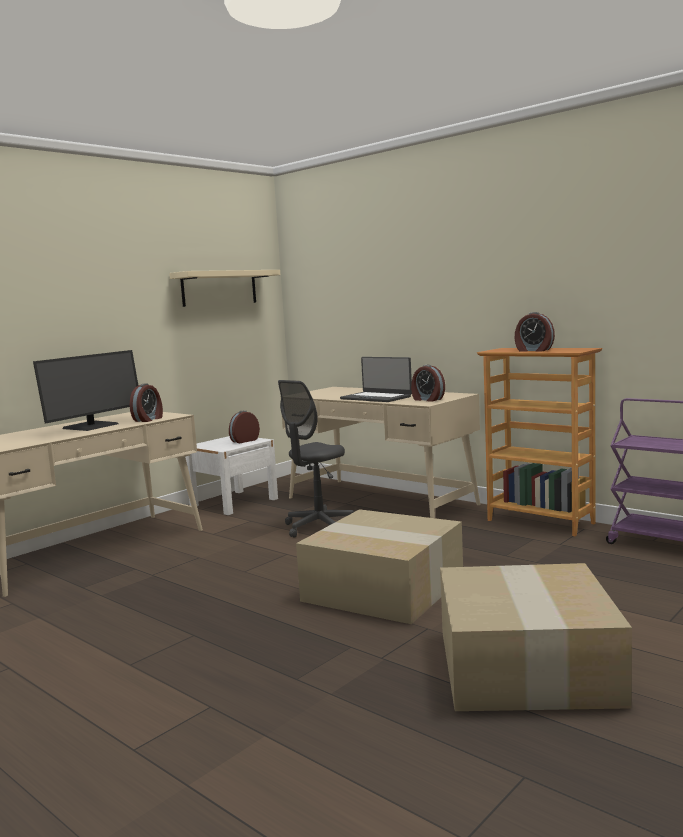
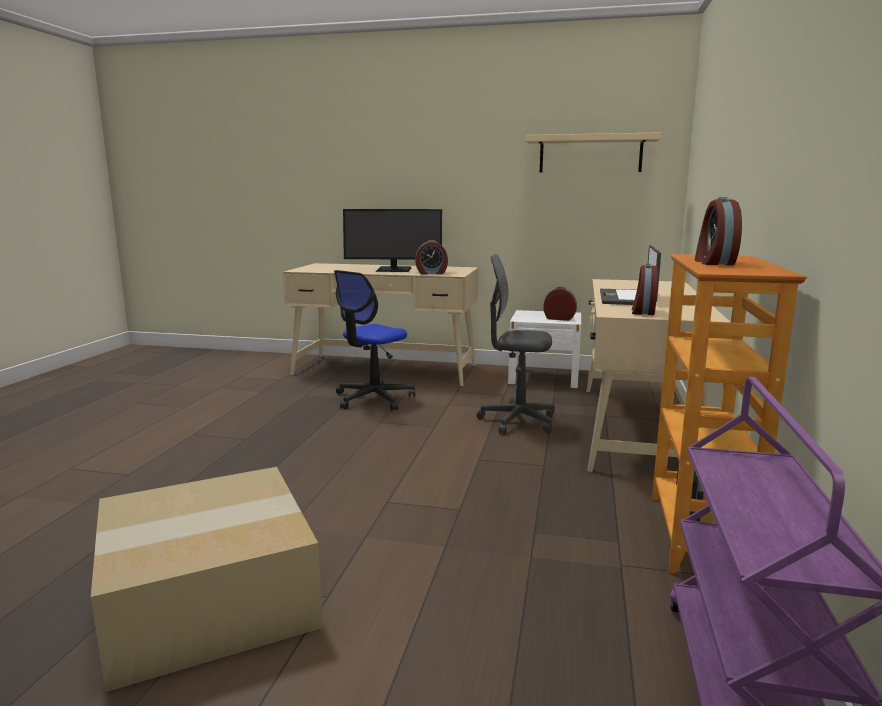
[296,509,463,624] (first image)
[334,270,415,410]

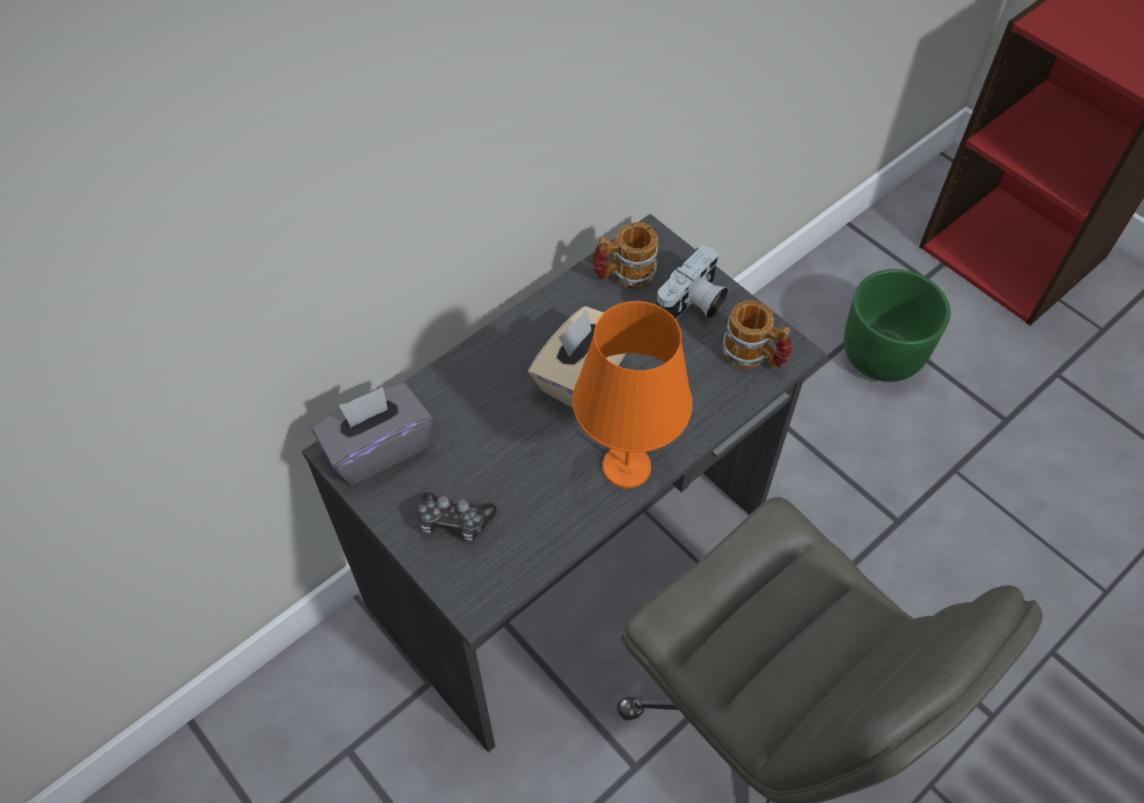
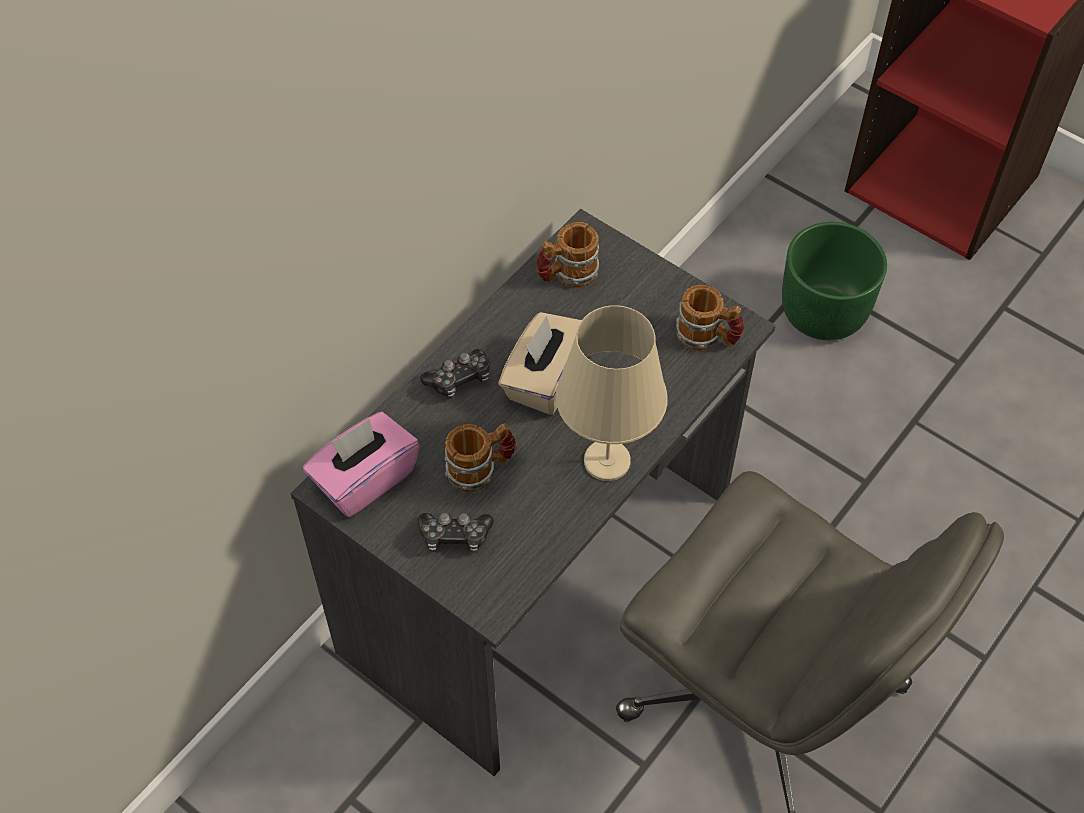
[303,412,420,517]
[556,305,668,481]
[656,245,728,320] (first image)
[420,349,490,399]
[445,423,516,492]

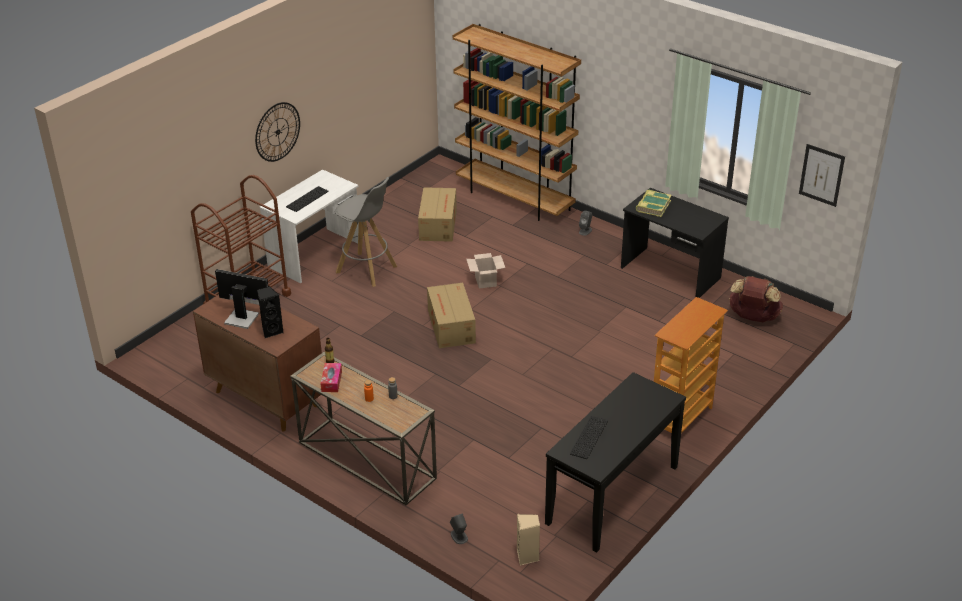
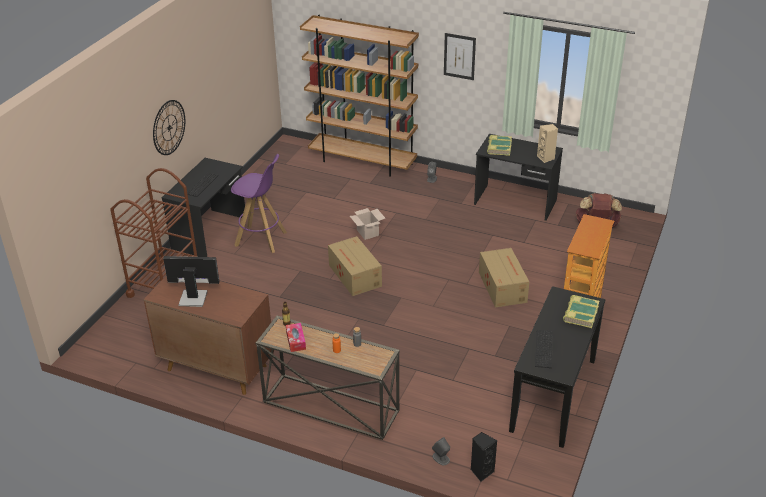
[470,432,497,482]
[162,158,245,257]
[231,154,287,253]
[479,248,529,307]
[537,124,558,163]
[444,33,476,80]
[563,295,599,328]

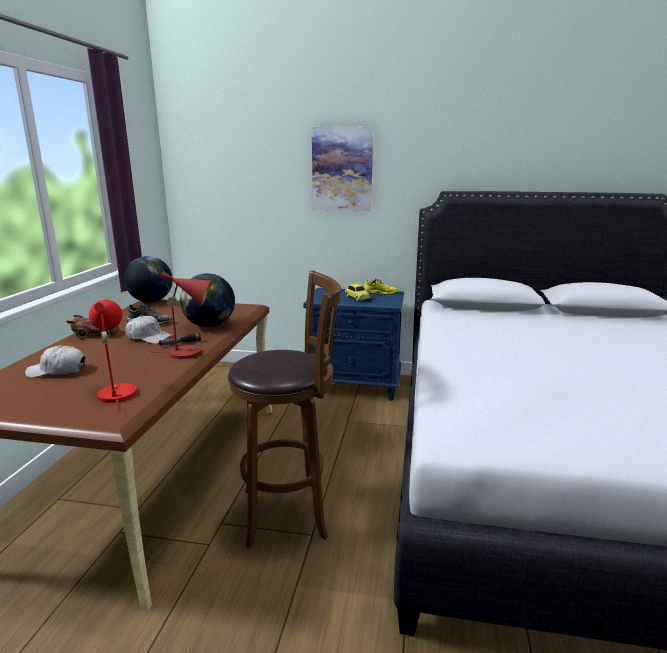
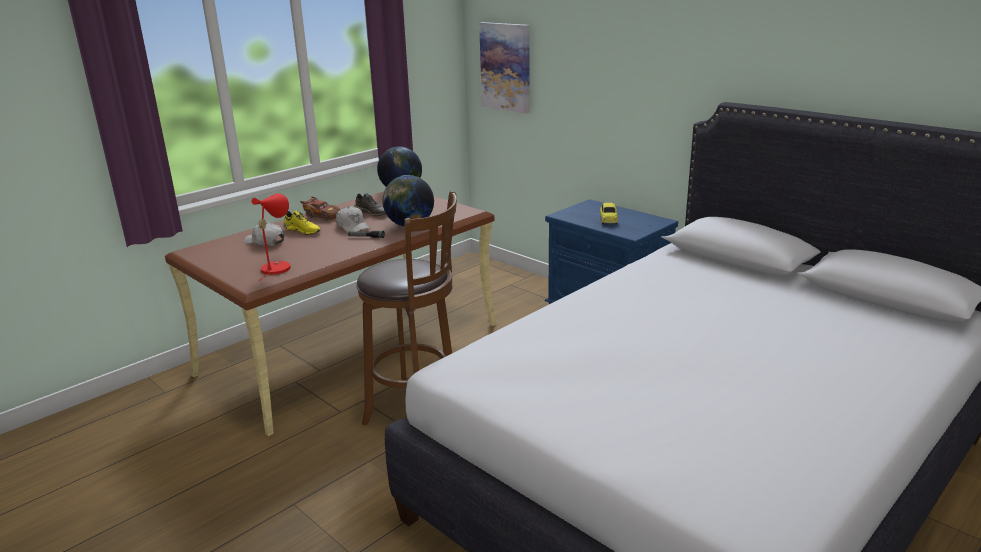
[159,272,211,359] (first image)
[479,22,530,114]
[284,210,321,235]

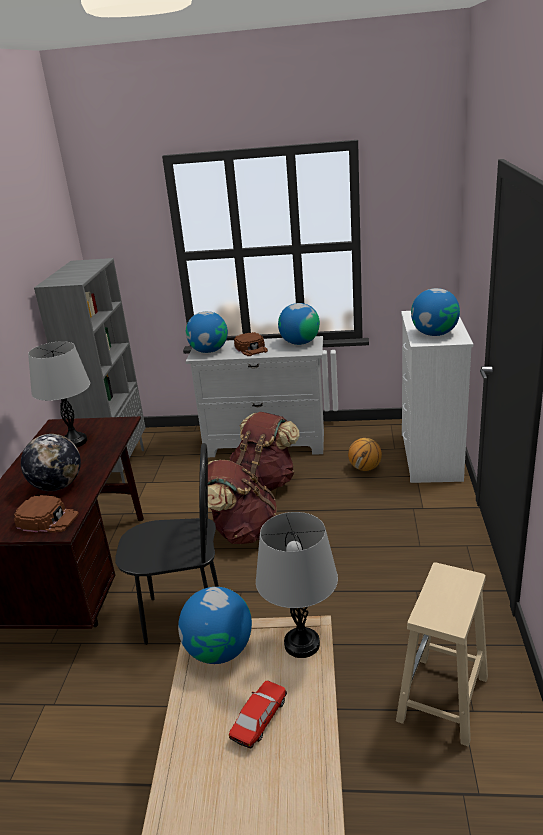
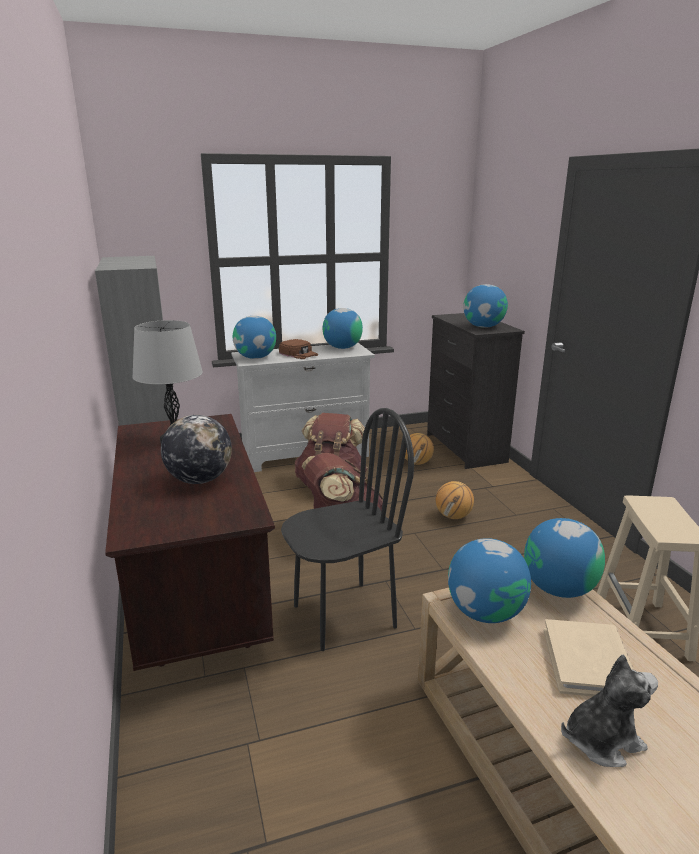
[14,495,79,533] (first image)
[544,619,634,696]
[524,518,605,598]
[427,313,525,469]
[436,481,474,519]
[561,654,658,767]

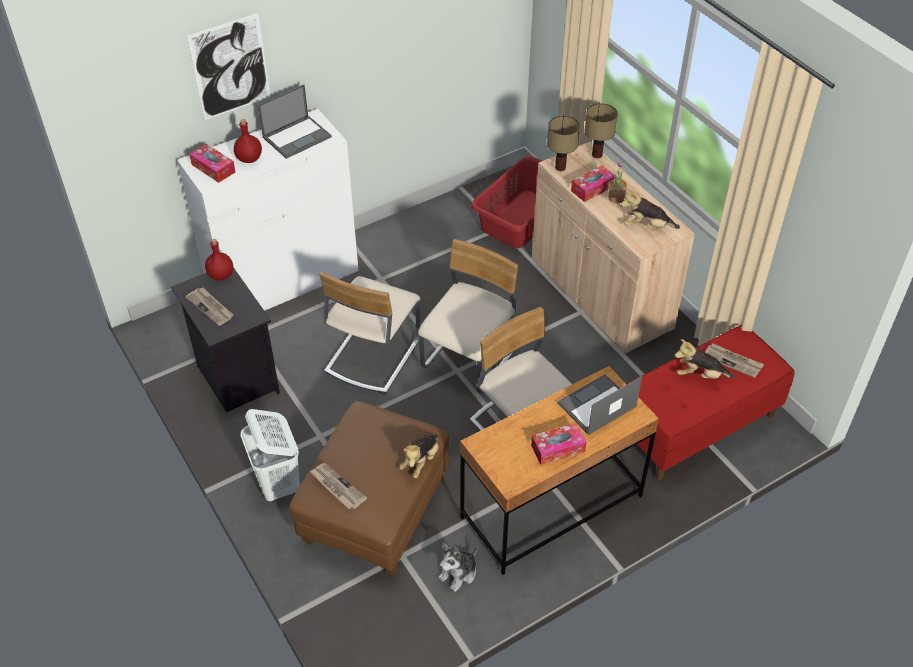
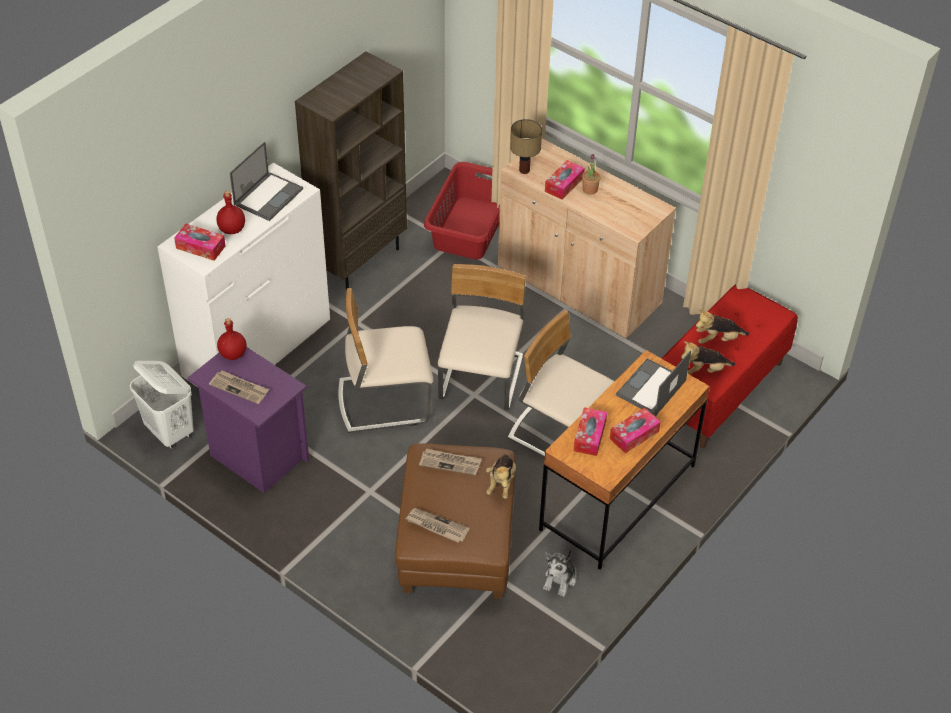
[188,347,309,493]
[187,13,271,120] (first image)
[130,361,193,449]
[338,288,433,433]
[585,103,618,158] (first image)
[681,341,735,375]
[419,449,482,475]
[295,51,407,291]
[573,407,607,456]

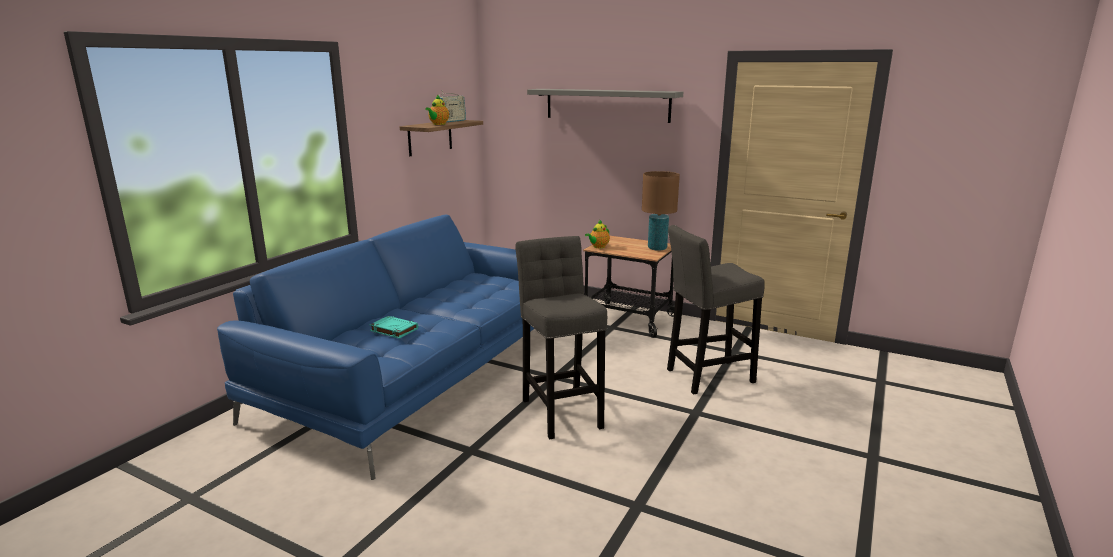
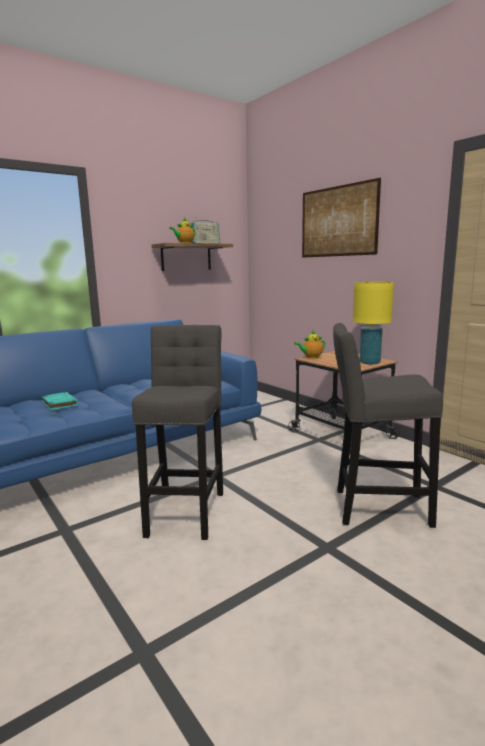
[302,178,381,258]
[353,282,394,364]

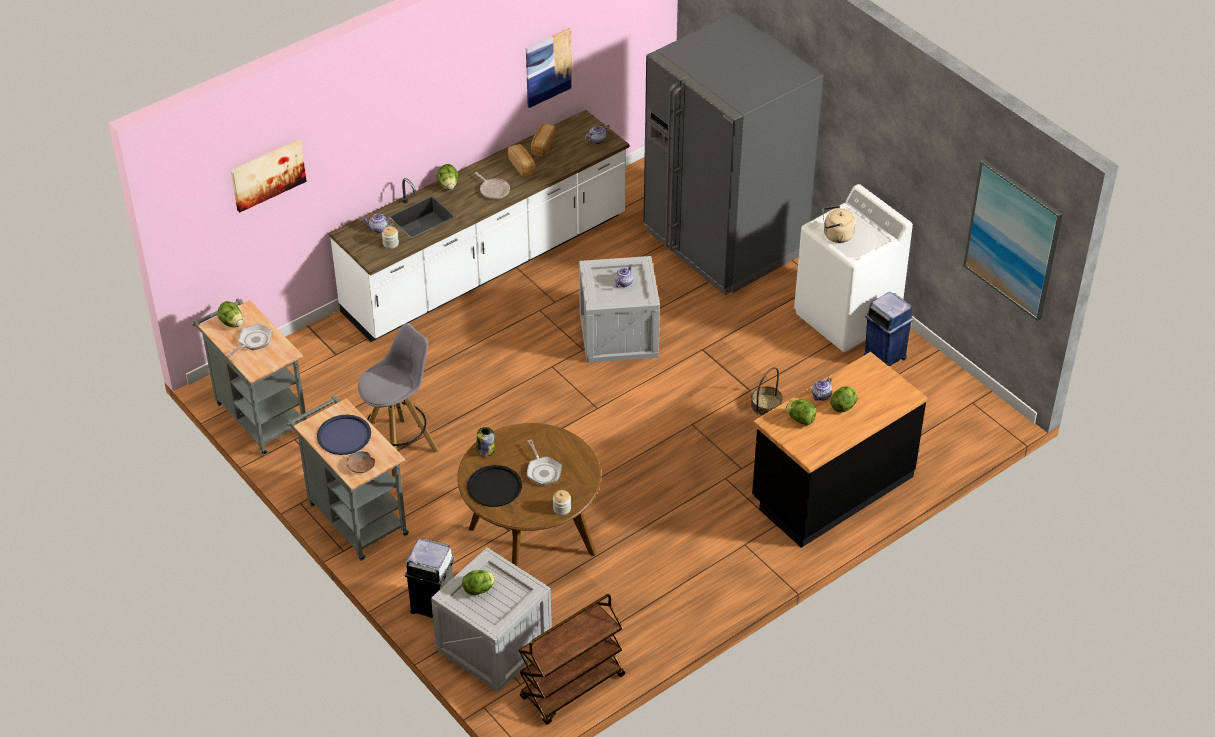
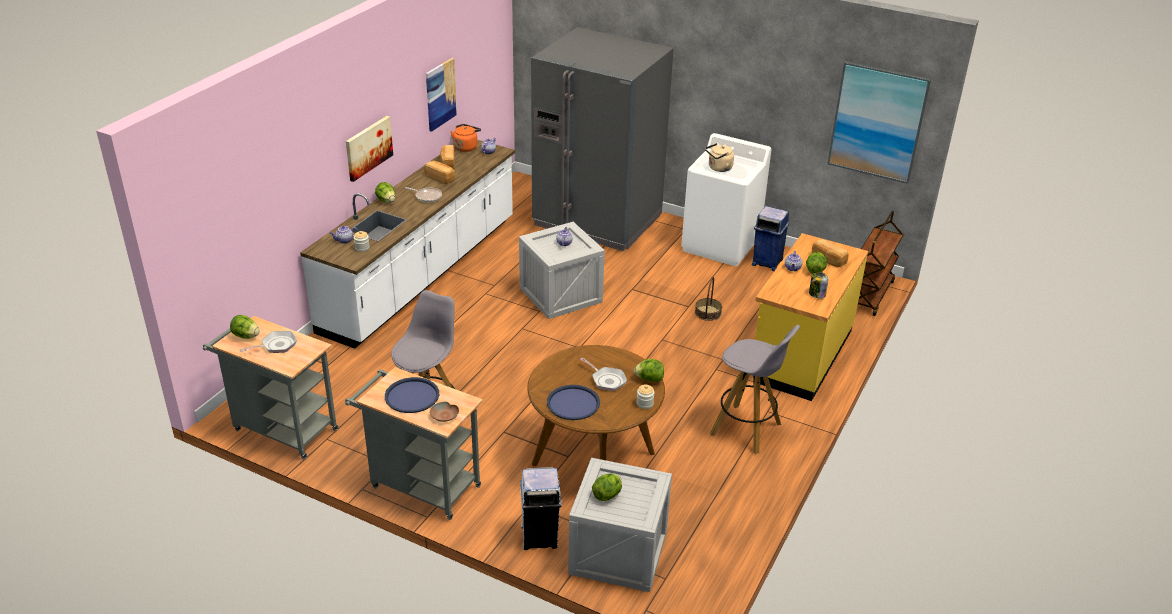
[240,331,297,353]
[346,116,393,182]
[547,385,600,420]
[809,272,828,298]
[858,211,904,316]
[755,233,868,401]
[634,359,664,382]
[450,124,481,152]
[710,325,800,454]
[812,238,849,267]

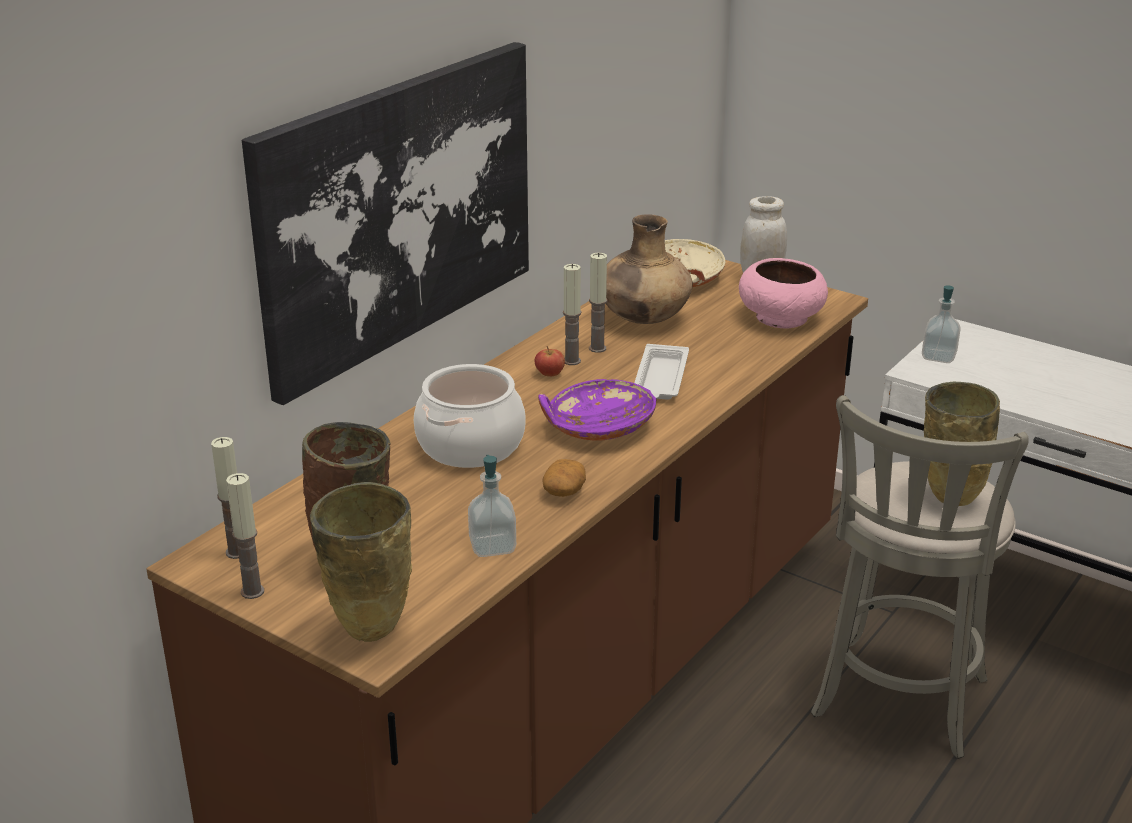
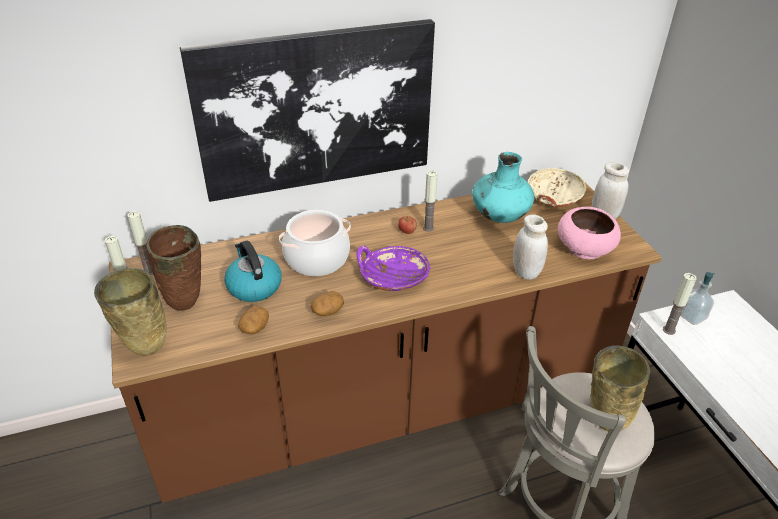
[238,306,269,334]
[663,273,697,335]
[472,152,535,223]
[634,344,689,400] (first image)
[224,240,282,302]
[513,215,548,280]

